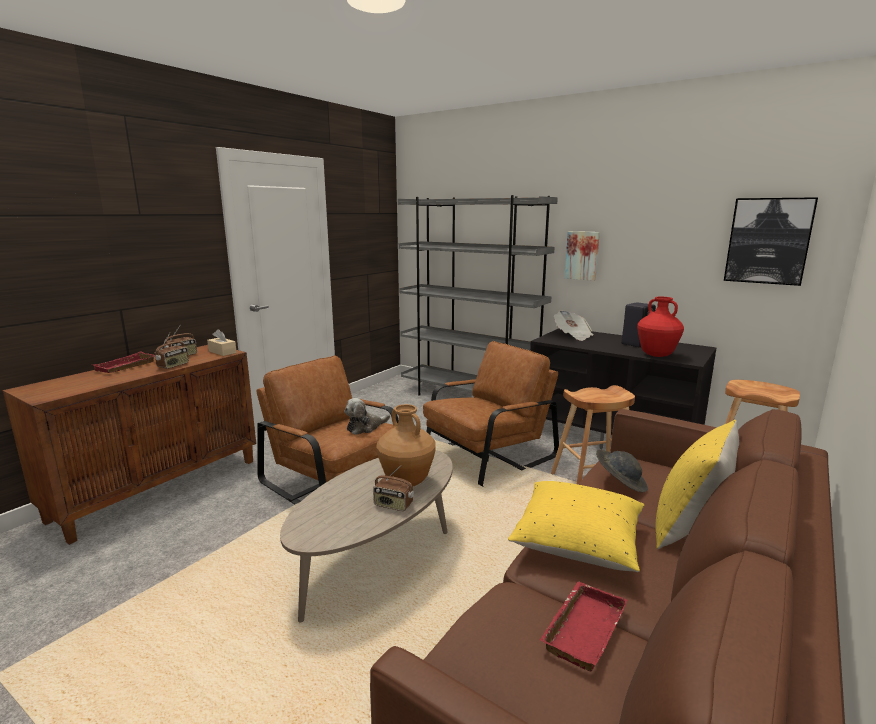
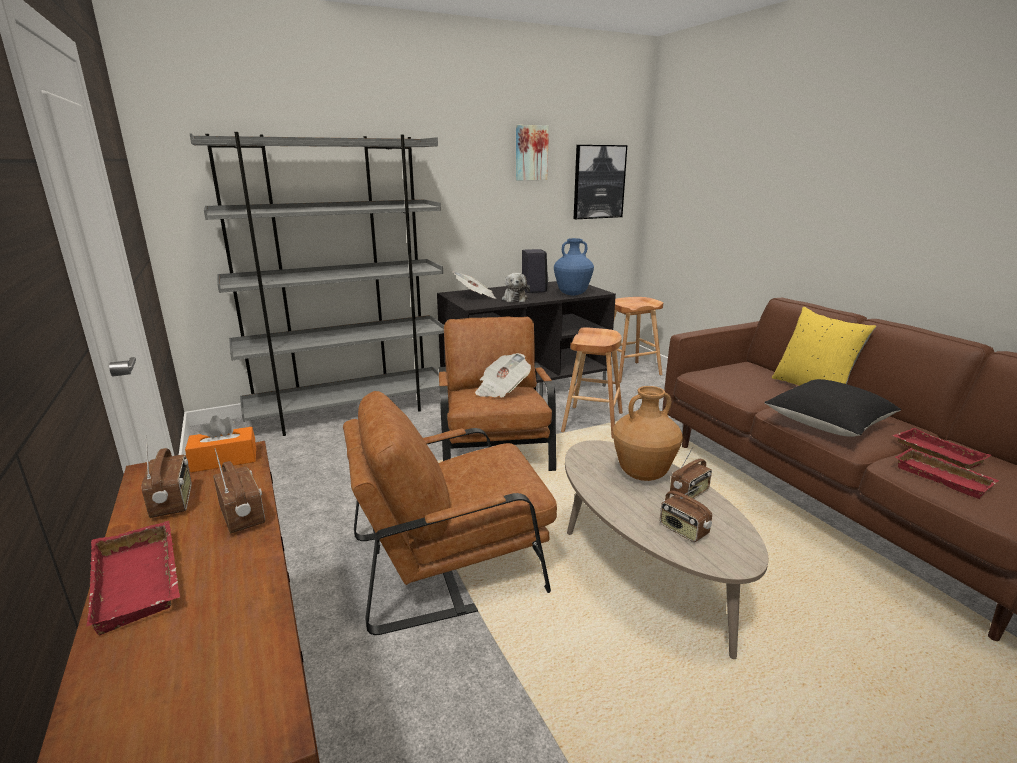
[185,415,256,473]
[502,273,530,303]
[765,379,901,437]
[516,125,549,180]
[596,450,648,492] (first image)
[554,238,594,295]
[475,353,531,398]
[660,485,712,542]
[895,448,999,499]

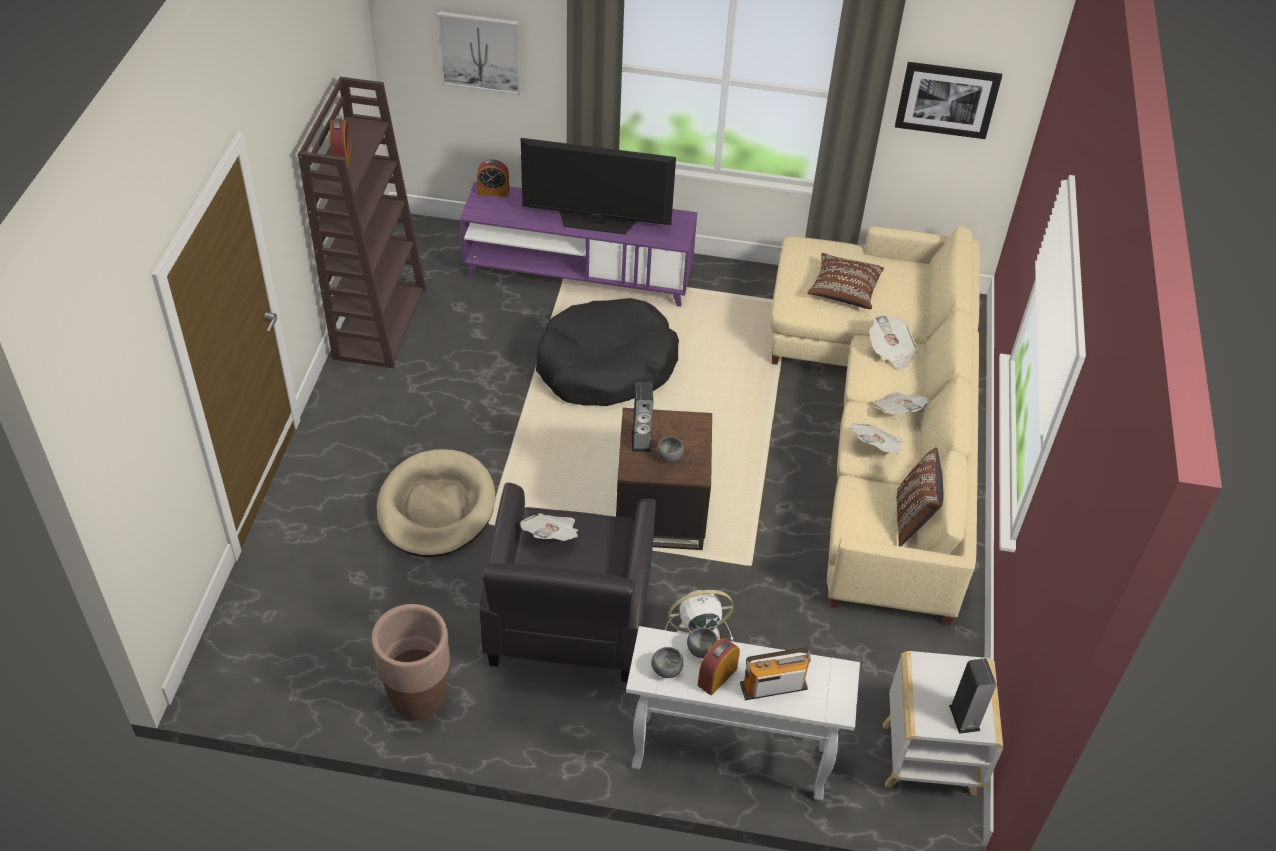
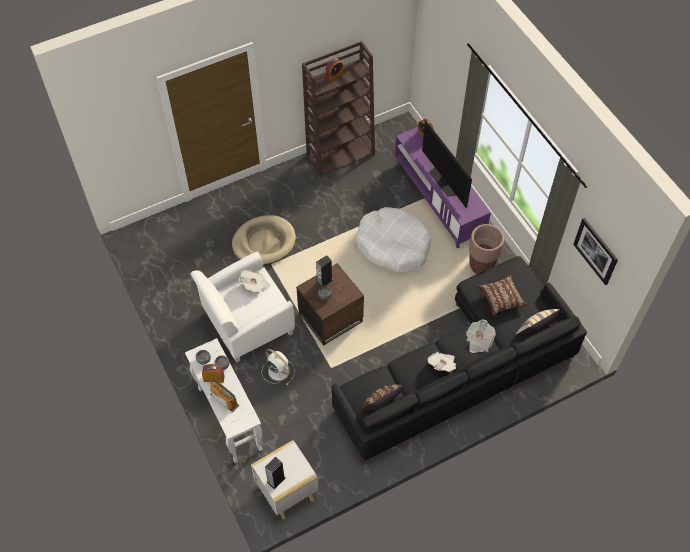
[469,224,504,274]
[437,11,521,95] (first image)
[190,251,295,363]
[356,207,432,273]
[332,256,587,462]
[851,423,903,454] (first image)
[515,309,560,335]

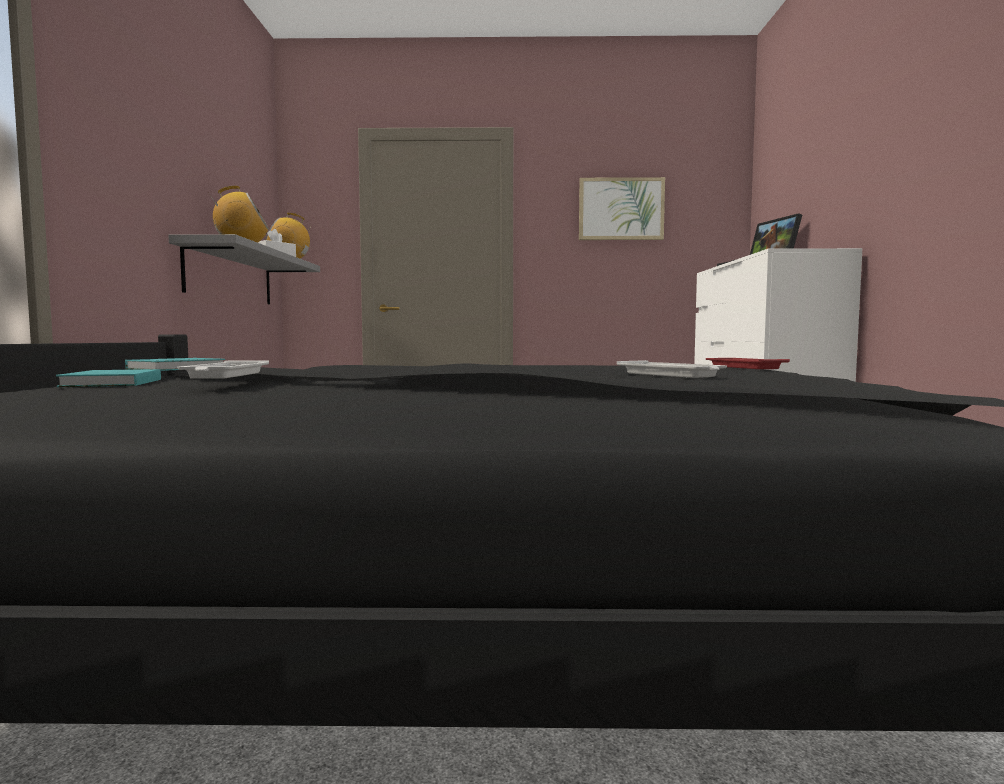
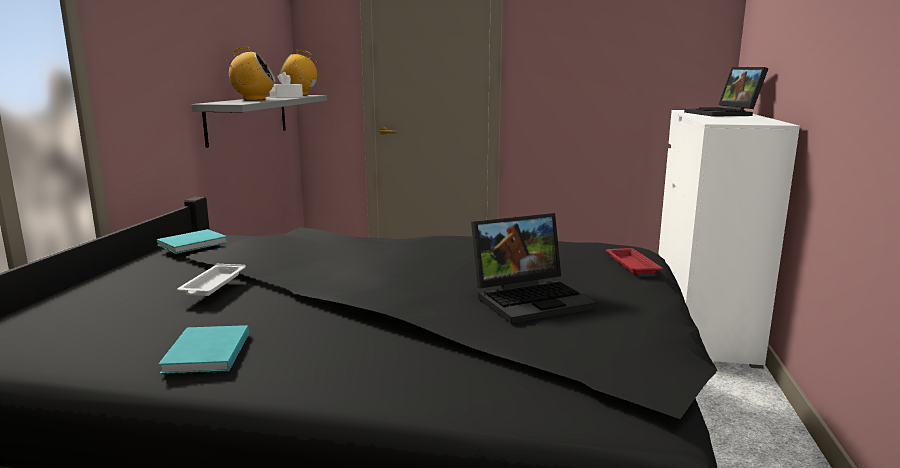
[158,325,249,374]
[579,177,665,240] (first image)
[471,213,597,324]

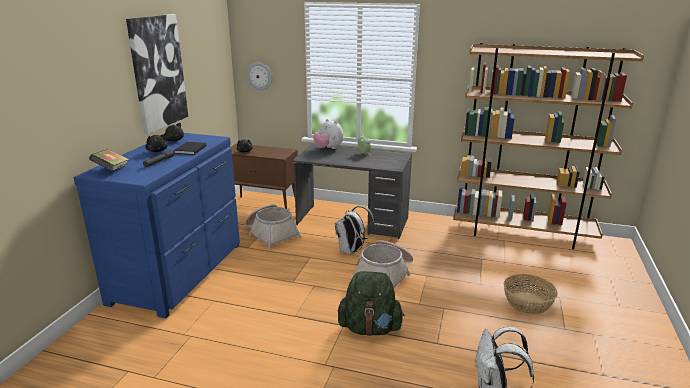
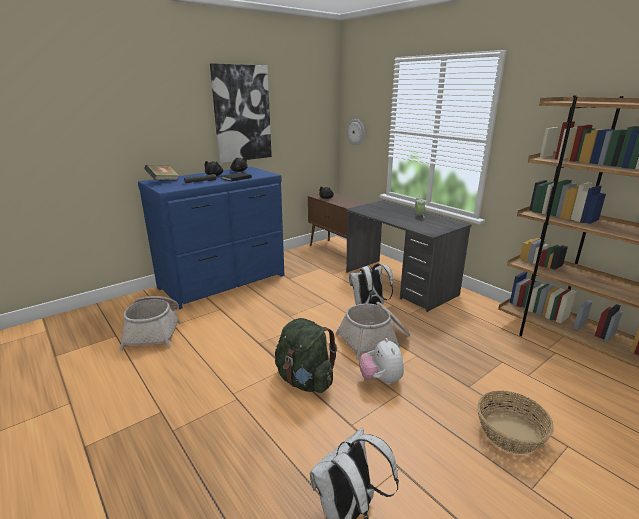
[120,296,181,351]
[359,338,404,385]

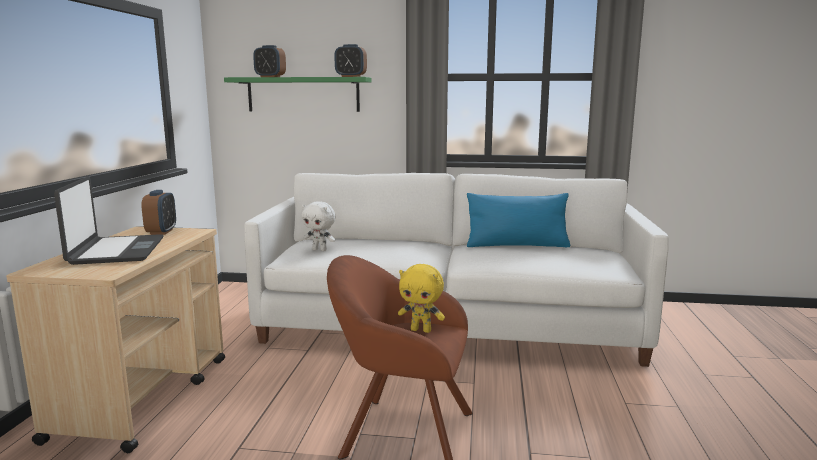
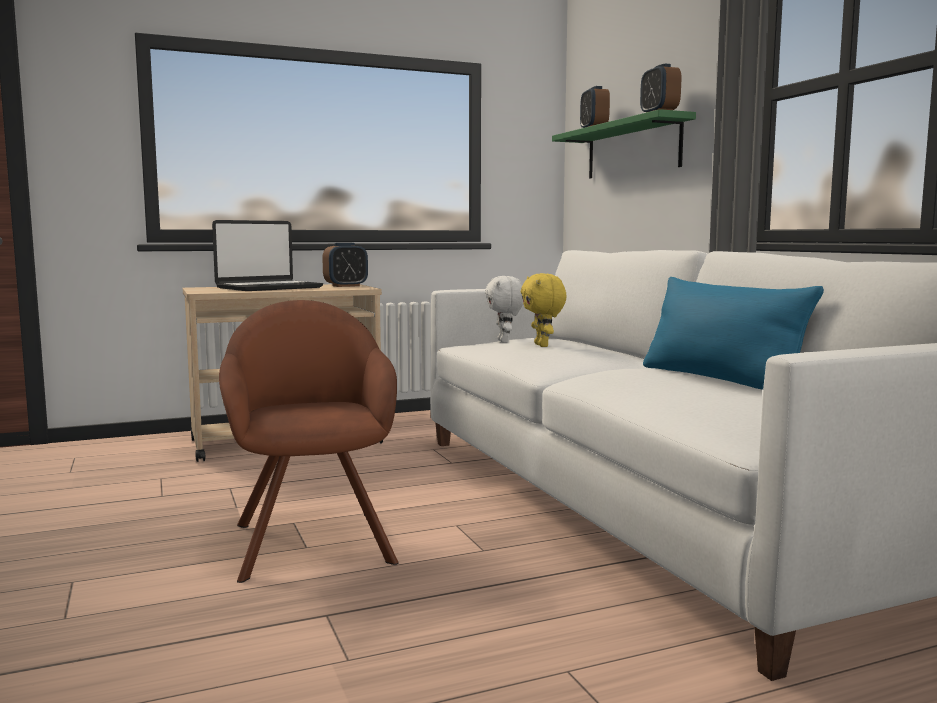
[521,273,566,347]

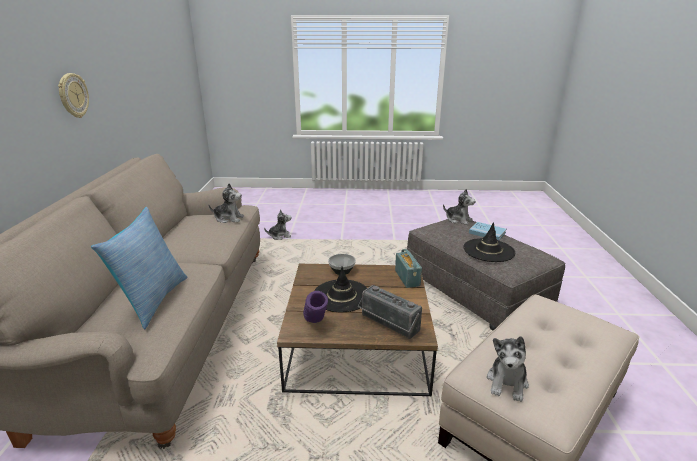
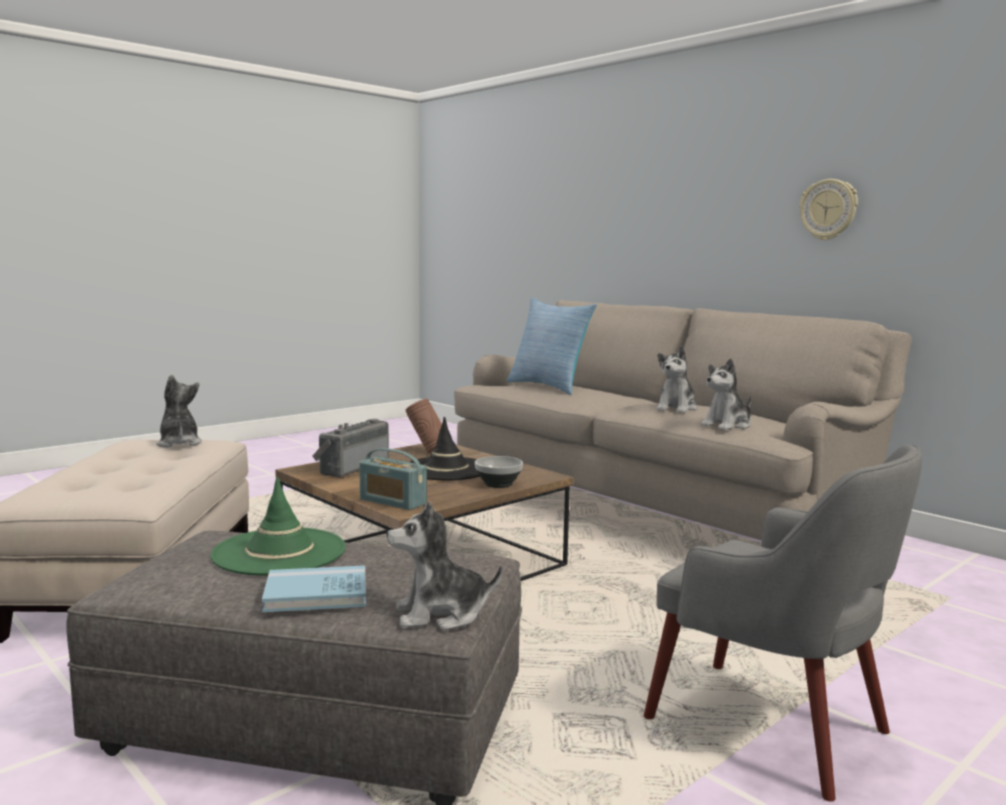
[656,346,697,413]
[406,399,442,453]
[312,419,389,478]
[211,476,346,576]
[644,445,922,802]

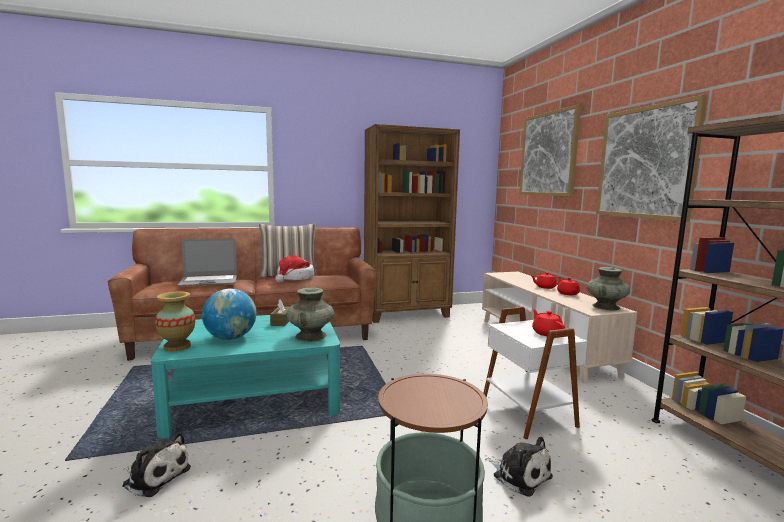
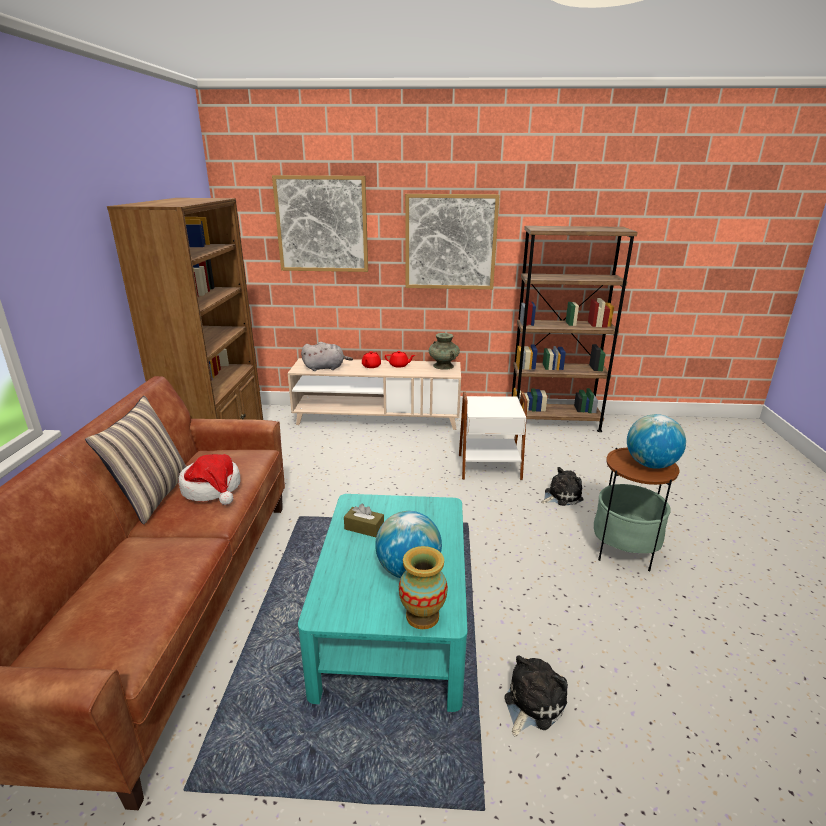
[178,239,237,286] (first image)
[287,288,334,342] (first image)
[532,309,565,336] (first image)
[301,342,353,371]
[627,414,686,469]

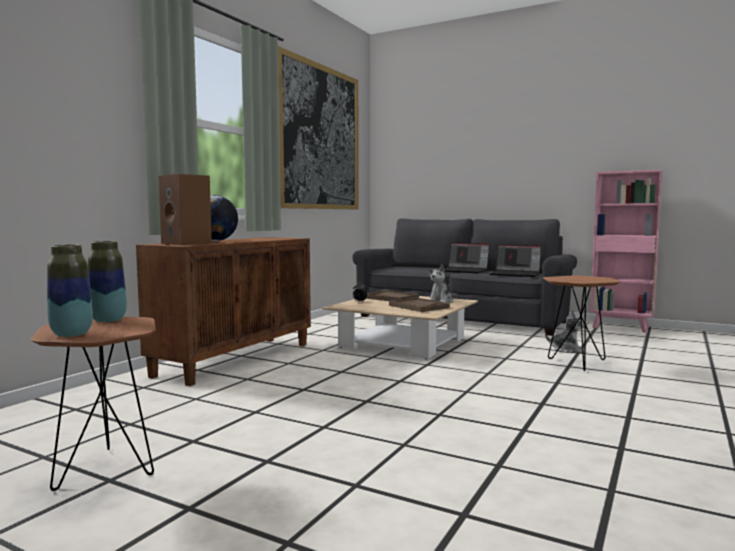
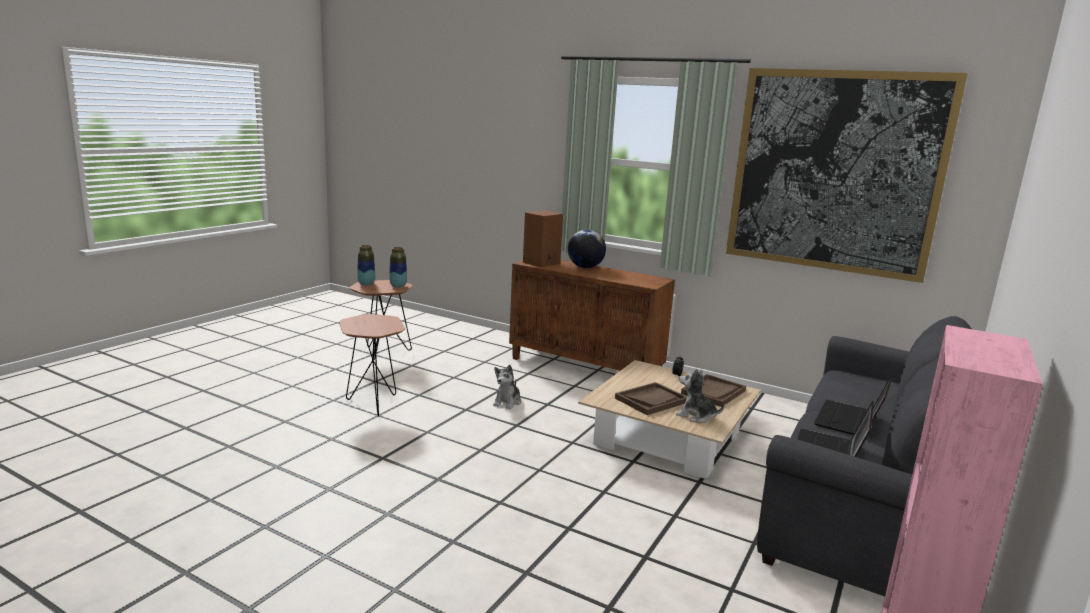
[339,314,405,417]
[493,364,521,409]

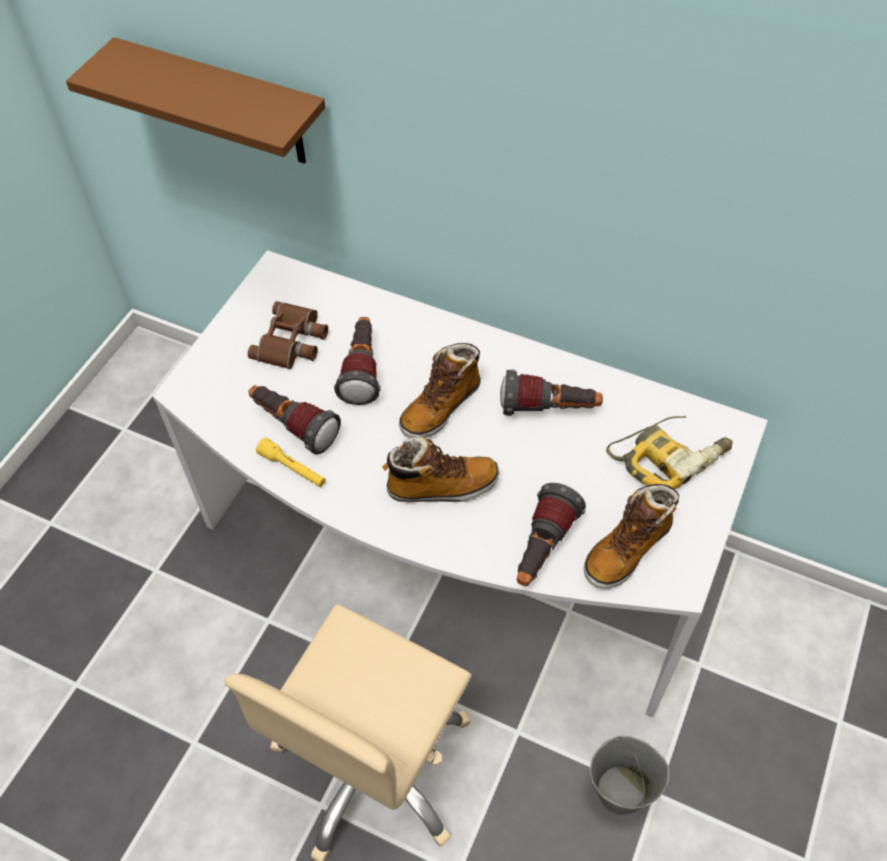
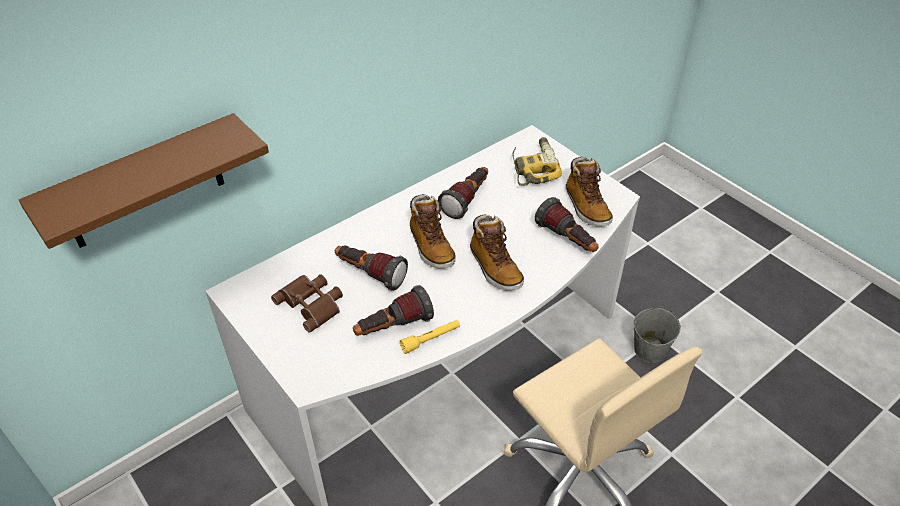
[470,214,524,291]

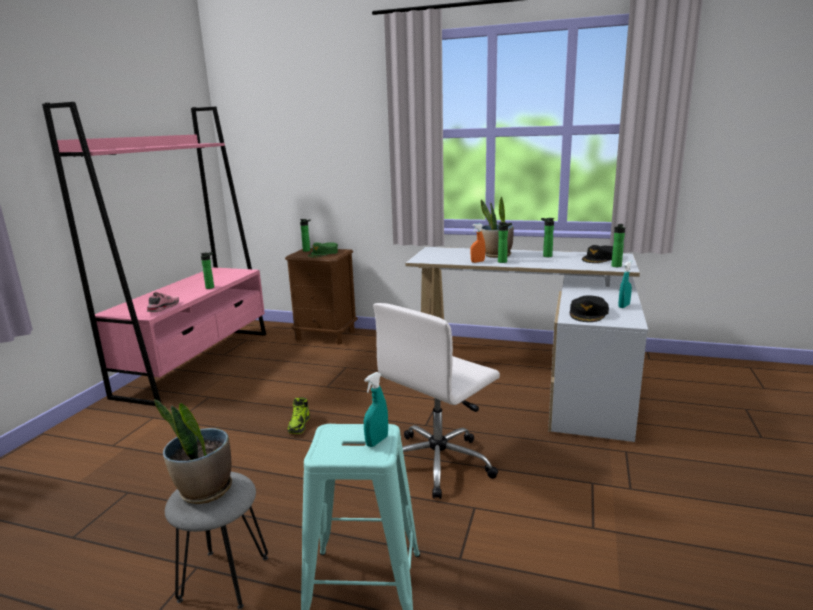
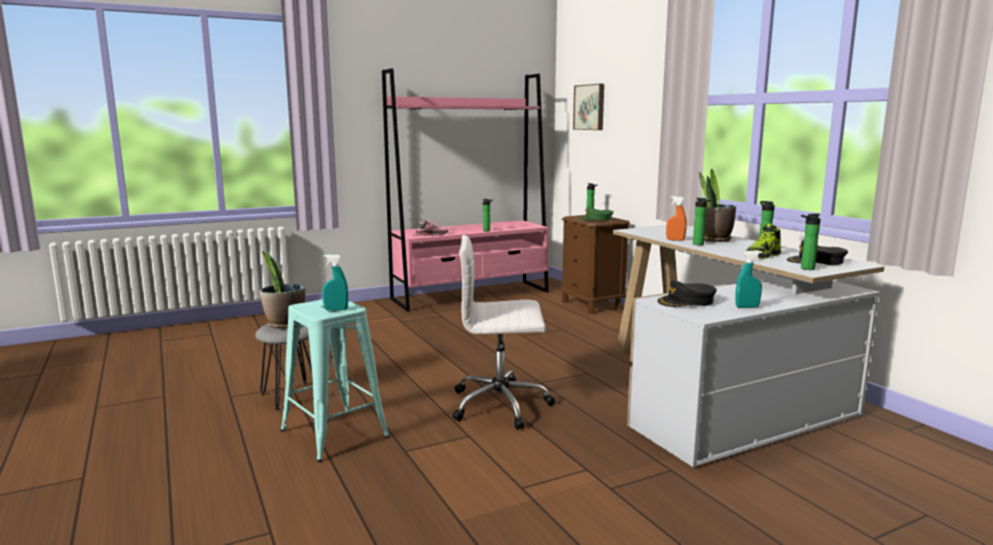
[746,224,781,259]
[573,84,604,130]

